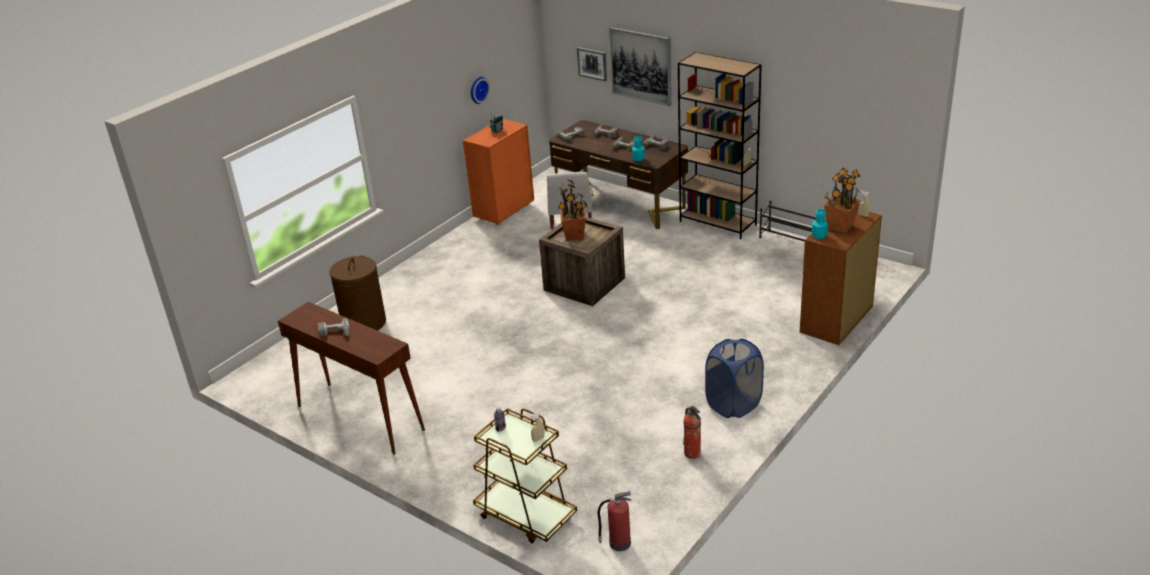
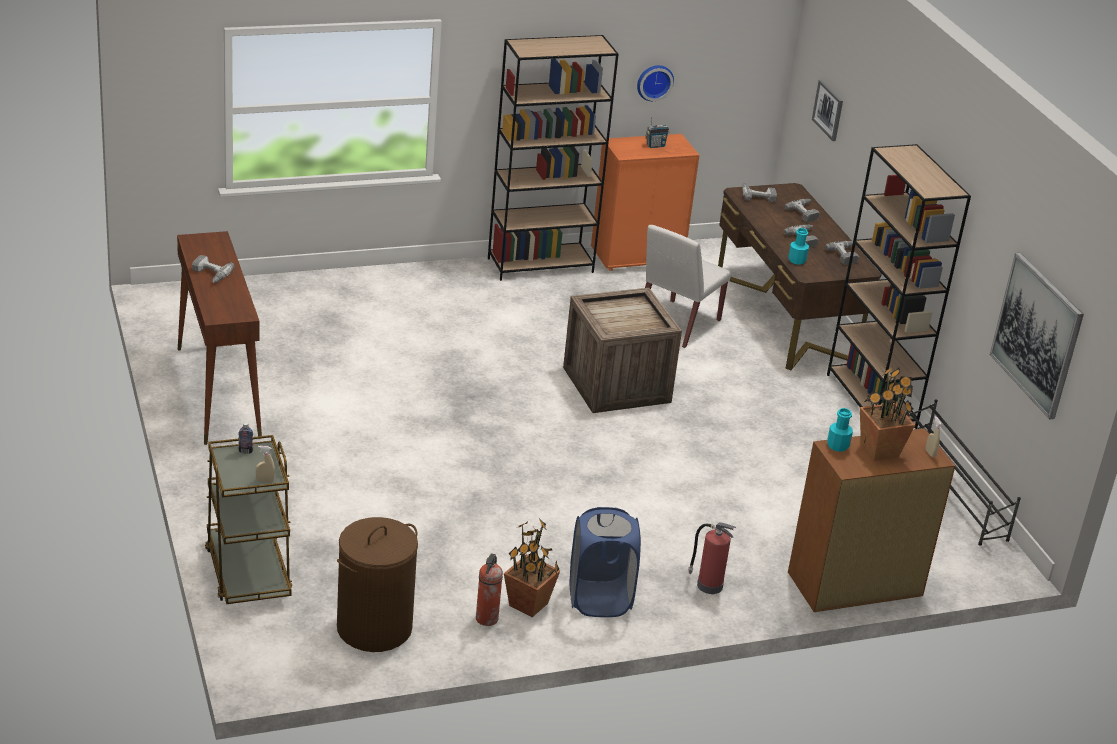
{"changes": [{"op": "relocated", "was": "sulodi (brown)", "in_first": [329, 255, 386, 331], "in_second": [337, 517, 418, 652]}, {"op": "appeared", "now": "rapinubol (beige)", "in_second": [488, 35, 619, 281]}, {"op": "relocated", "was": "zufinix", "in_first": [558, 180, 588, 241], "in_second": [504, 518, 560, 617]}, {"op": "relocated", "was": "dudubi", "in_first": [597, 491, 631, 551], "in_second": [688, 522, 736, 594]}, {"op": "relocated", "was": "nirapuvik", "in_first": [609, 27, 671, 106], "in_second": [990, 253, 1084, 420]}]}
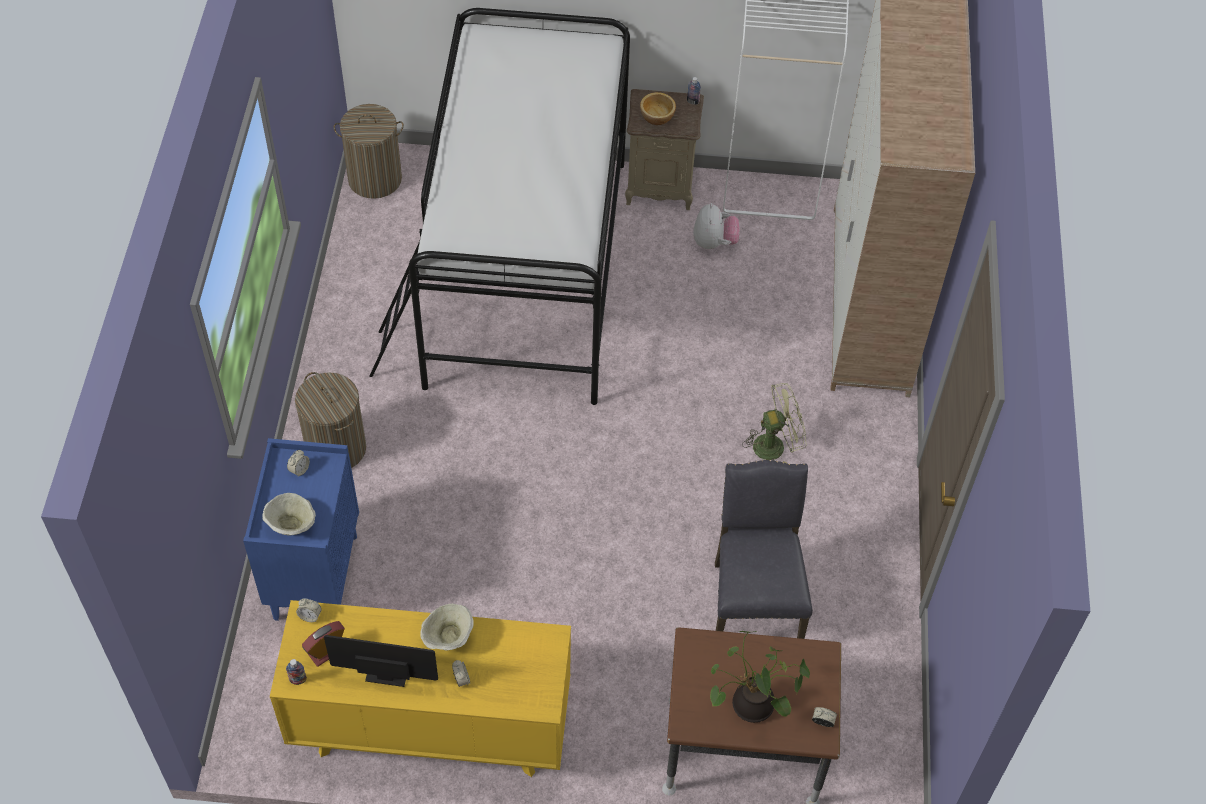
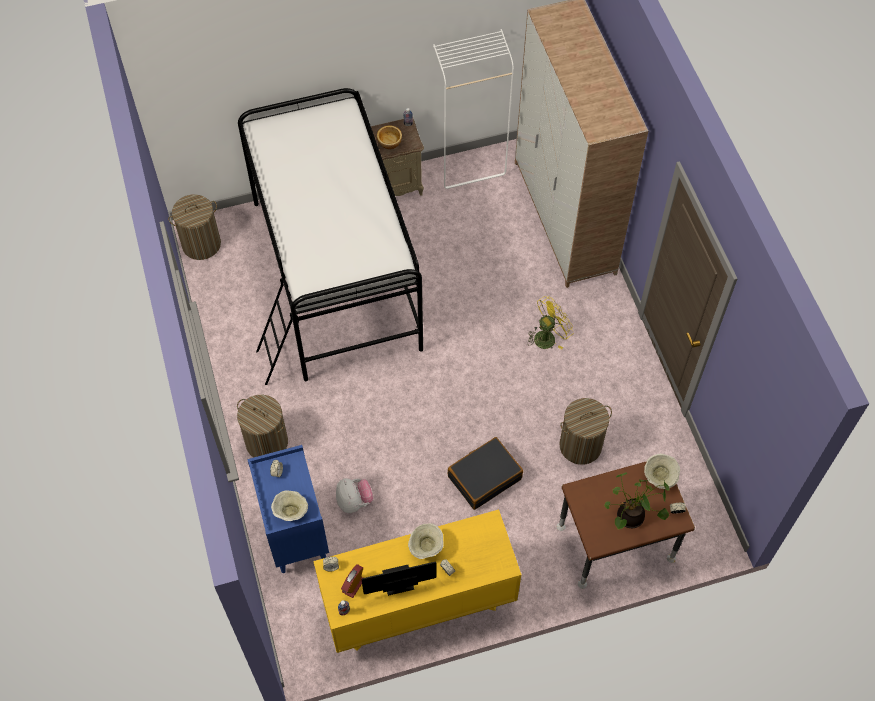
{"changes": [{"op": "relocated", "was": "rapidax", "in_first": [693, 203, 740, 249], "in_second": [336, 478, 374, 513]}, {"op": "appeared", "now": "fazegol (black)", "in_second": [448, 437, 523, 510]}, {"op": "colour", "was": "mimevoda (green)", "now": "mimevoda (yellow)", "in_first": [742, 383, 807, 464], "in_second": [527, 296, 574, 349]}, {"op": "exchanged", "was": "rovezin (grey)", "now": "sulodi", "in_first": [715, 460, 813, 639], "in_second": [560, 398, 612, 465]}, {"op": "appeared", "now": "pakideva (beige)", "in_second": [644, 454, 680, 489]}]}
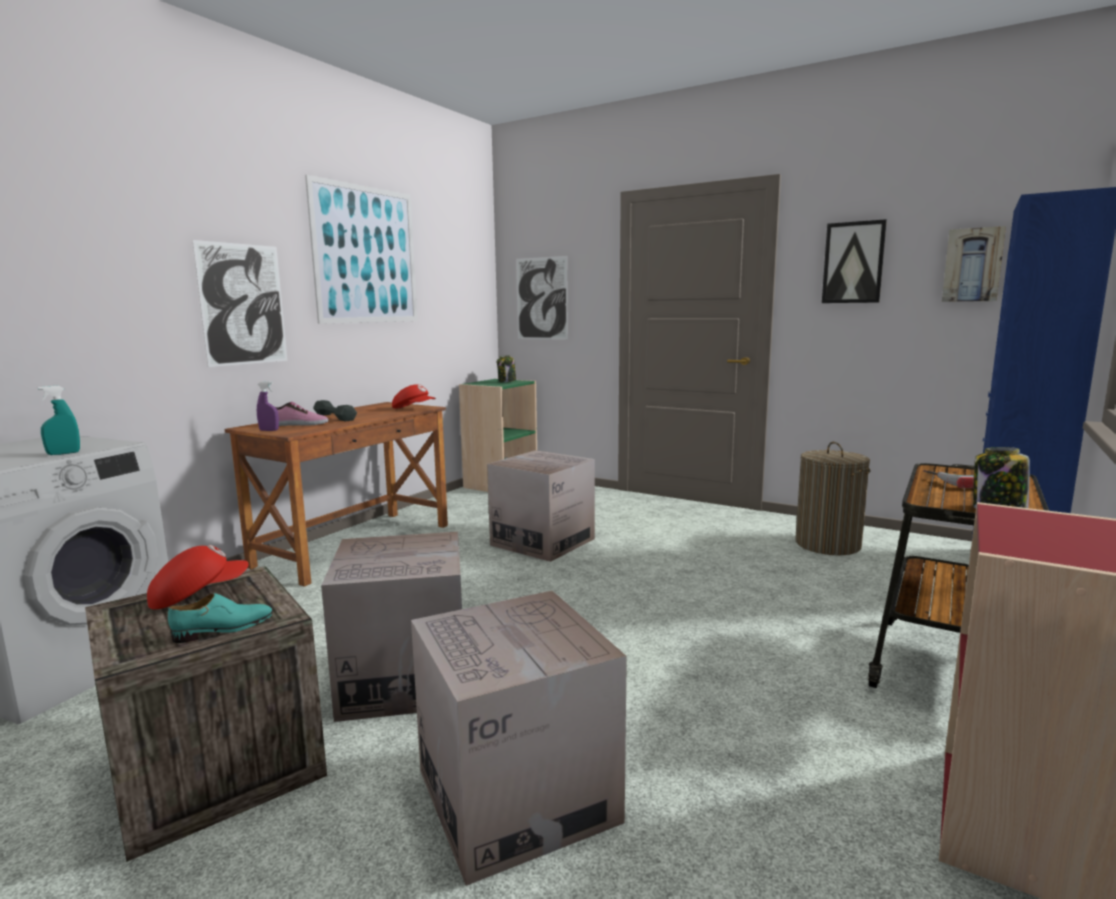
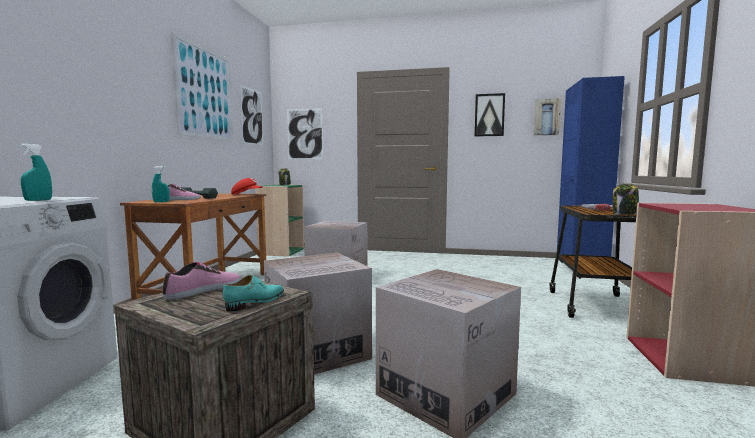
{"changes": [{"op": "colour", "was": "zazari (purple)", "now": "zazari (turquoise)", "in_first": [257, 381, 279, 431], "in_second": [152, 166, 170, 202]}, {"op": "exchanged", "was": "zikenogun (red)", "now": "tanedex", "in_first": [147, 545, 249, 609], "in_second": [162, 262, 241, 300]}, {"op": "relocated", "was": "nirapuvik", "in_first": [192, 240, 287, 367], "in_second": [240, 85, 263, 145]}, {"op": "missing", "was": "sulodi", "in_first": [795, 442, 871, 555]}]}
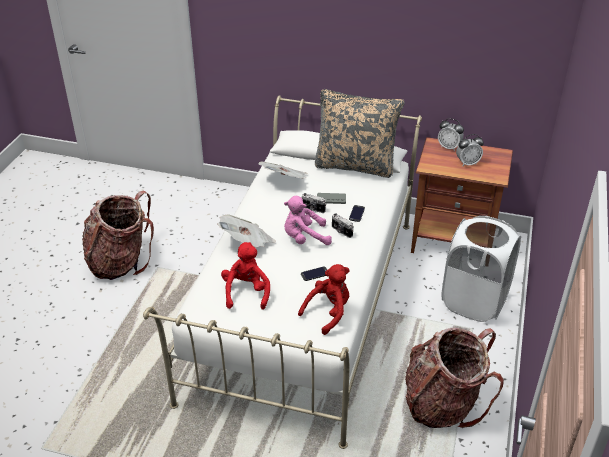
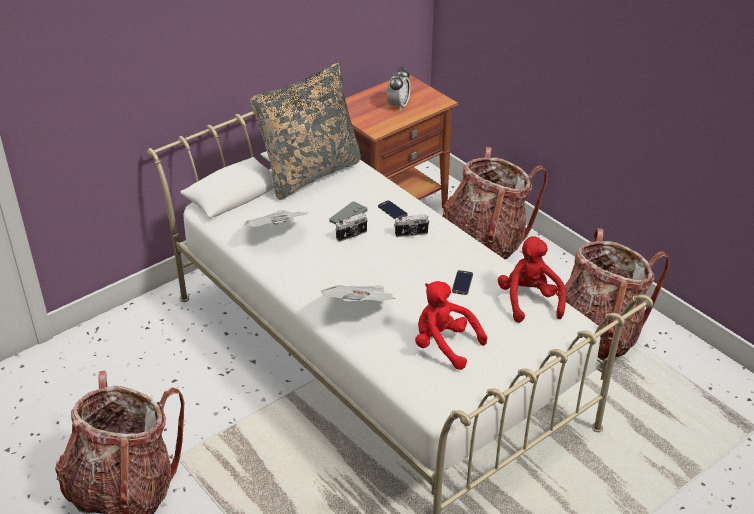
{"changes": [{"op": "exchanged", "was": "sulodi (white)", "now": "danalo", "in_first": [442, 216, 521, 322], "in_second": [442, 147, 548, 259]}, {"op": "missing", "was": "rapidax (pink)", "in_first": [284, 196, 332, 245]}, {"op": "missing", "was": "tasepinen", "in_first": [438, 118, 464, 151]}]}
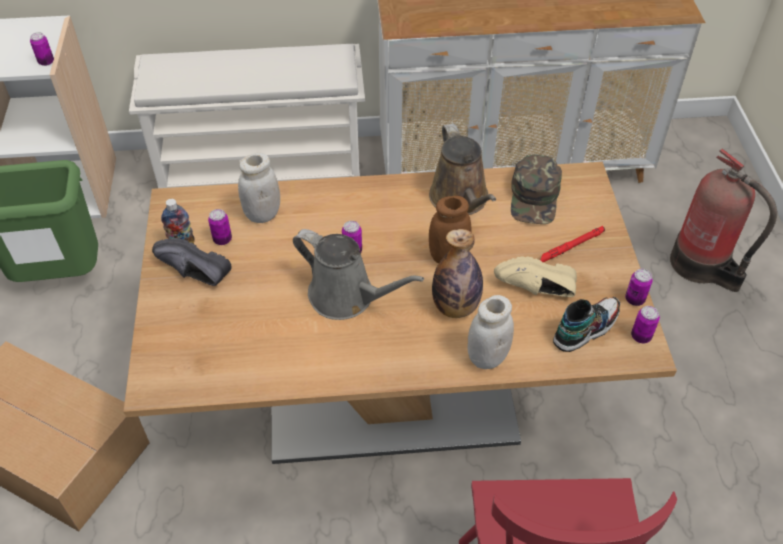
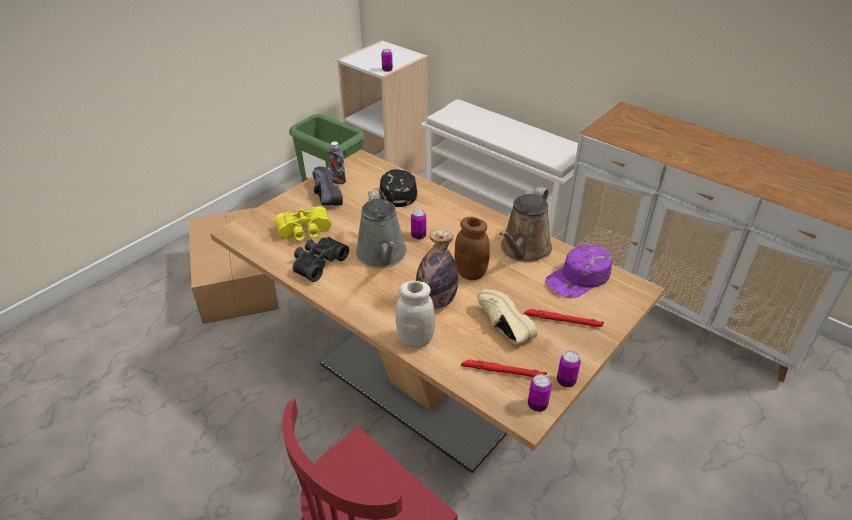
{"changes": [{"op": "appeared", "now": "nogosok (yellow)", "in_second": [275, 206, 331, 241]}, {"op": "appeared", "now": "nogosok (black)", "in_second": [293, 237, 349, 282]}, {"op": "exchanged", "was": "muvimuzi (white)", "now": "zikenogun (black)", "in_first": [238, 153, 280, 223], "in_second": [380, 169, 417, 207]}, {"op": "exchanged", "was": "tanedex", "now": "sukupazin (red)", "in_first": [553, 297, 620, 352], "in_second": [461, 360, 547, 378]}, {"op": "colour", "was": "zikenogun (green)", "now": "zikenogun (purple)", "in_first": [511, 154, 562, 224], "in_second": [545, 245, 613, 298]}, {"op": "missing", "was": "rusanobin", "in_first": [208, 209, 232, 245]}, {"op": "missing", "was": "dudubi", "in_first": [670, 149, 777, 292]}]}
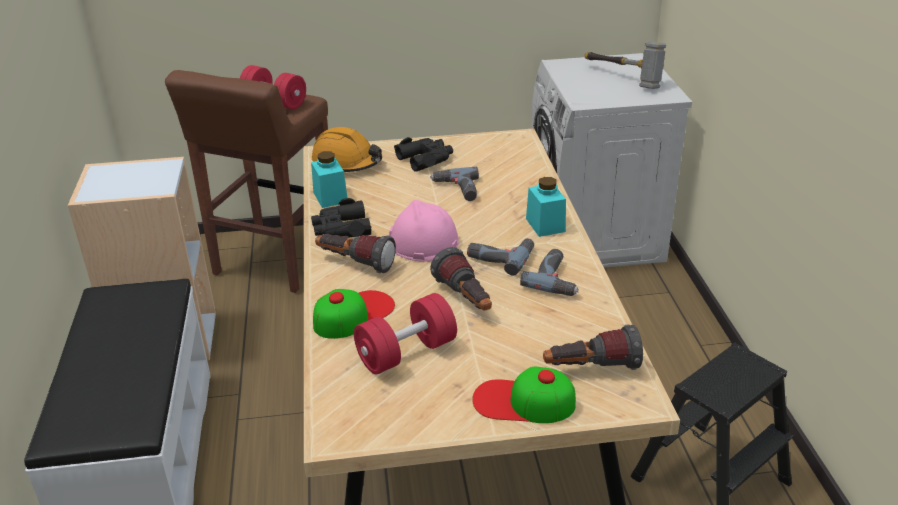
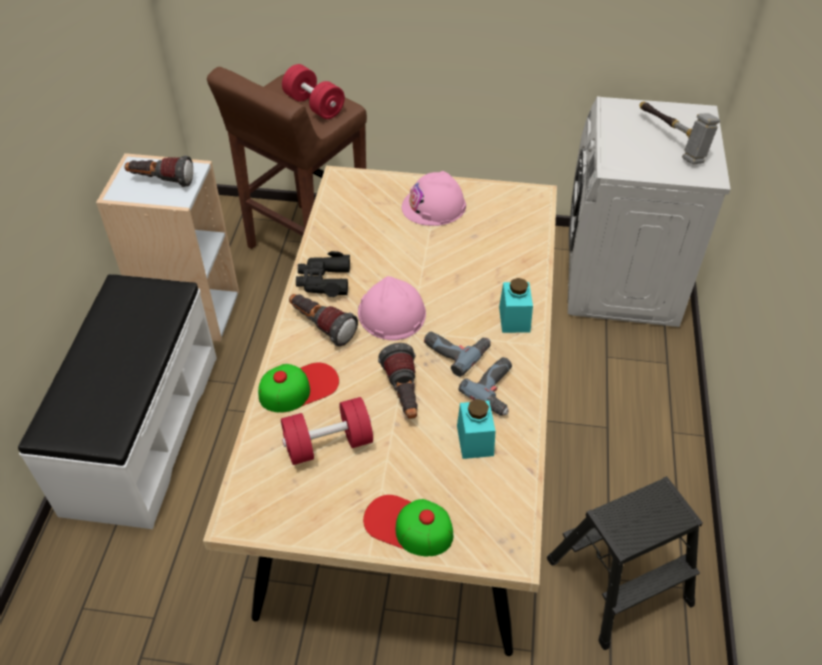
{"changes": [{"op": "relocated", "was": "sukupazin", "in_first": [543, 324, 643, 370], "in_second": [124, 155, 193, 187]}, {"op": "exchanged", "was": "nogosok (black)", "now": "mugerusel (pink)", "in_first": [394, 137, 453, 172], "in_second": [402, 171, 466, 226]}, {"op": "relocated", "was": "muvimuzi (turquoise)", "in_first": [311, 151, 347, 208], "in_second": [457, 399, 495, 459]}, {"op": "missing", "was": "mugerusel (orange)", "in_first": [312, 127, 382, 172]}, {"op": "missing", "was": "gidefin", "in_first": [430, 167, 479, 201]}]}
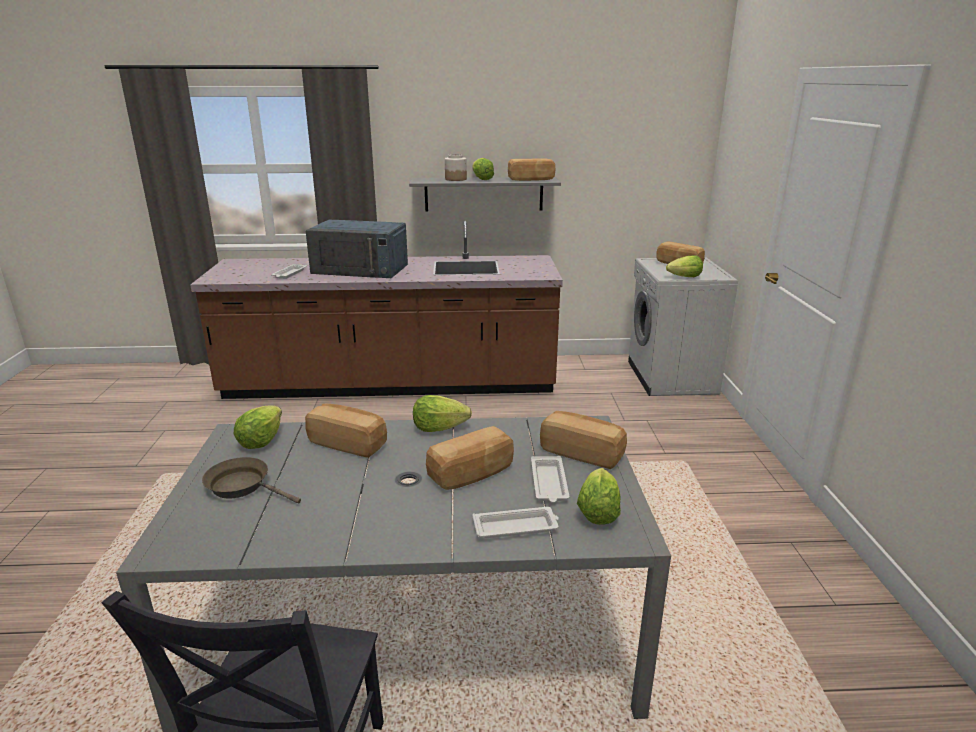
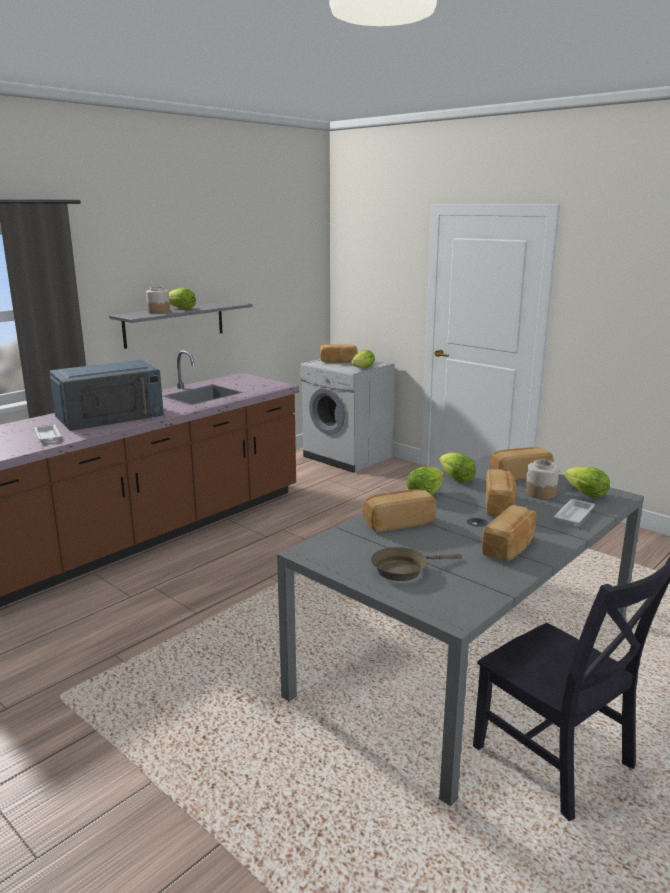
{"changes": [{"op": "relocated", "was": "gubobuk", "in_first": [234, 406, 282, 449], "in_second": [439, 453, 476, 482]}, {"op": "relocated", "was": "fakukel", "in_first": [508, 158, 555, 181], "in_second": [482, 505, 536, 561]}, {"op": "exchanged", "was": "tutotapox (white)", "now": "muvimuzi", "in_first": [531, 456, 569, 503], "in_second": [525, 459, 559, 499]}]}
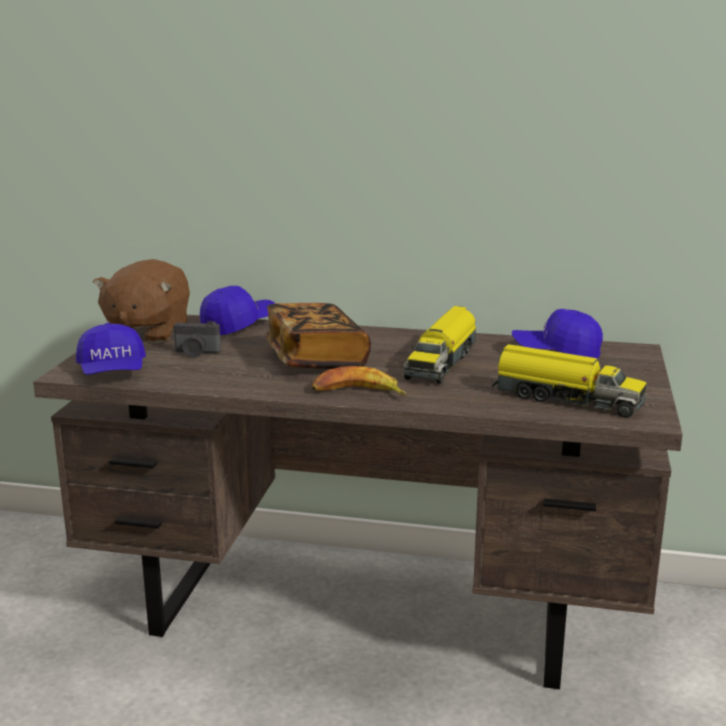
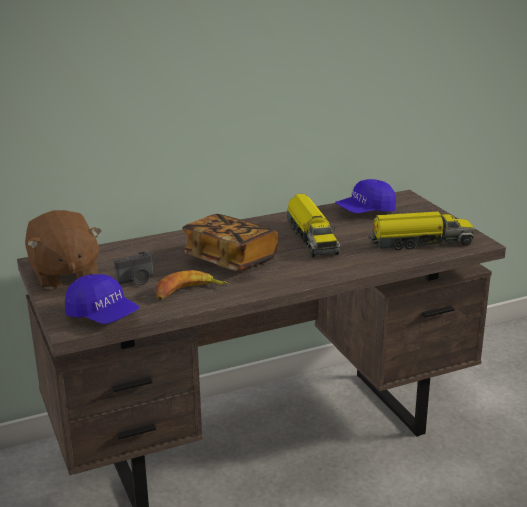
{"changes": [{"op": "relocated", "was": "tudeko", "in_first": [312, 366, 407, 396], "in_second": [154, 270, 229, 300]}, {"op": "missing", "was": "zikenogun (blue)", "in_first": [200, 286, 275, 336]}]}
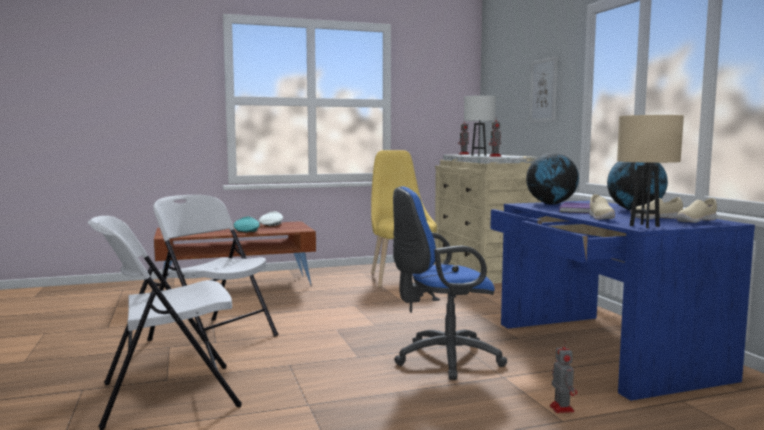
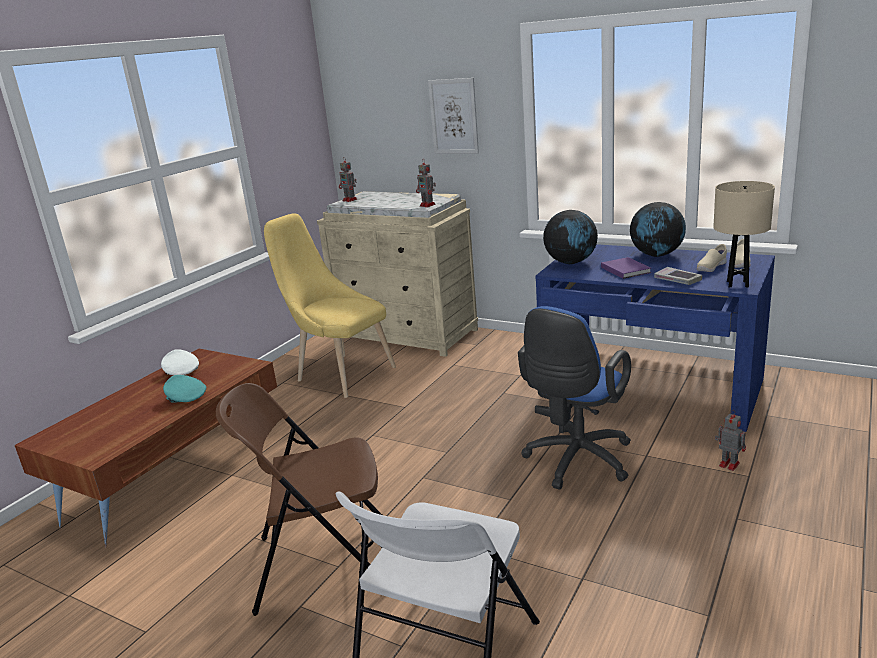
{"changes": [{"op": "colour", "was": "rovezin (white)", "now": "rovezin (brown)", "in_first": [147, 195, 278, 360], "in_second": [216, 383, 382, 616]}, {"op": "exchanged", "was": "tanedex (beige)", "now": "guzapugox", "in_first": [589, 194, 615, 220], "in_second": [654, 267, 702, 285]}, {"op": "missing", "was": "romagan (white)", "in_first": [464, 95, 496, 156]}]}
